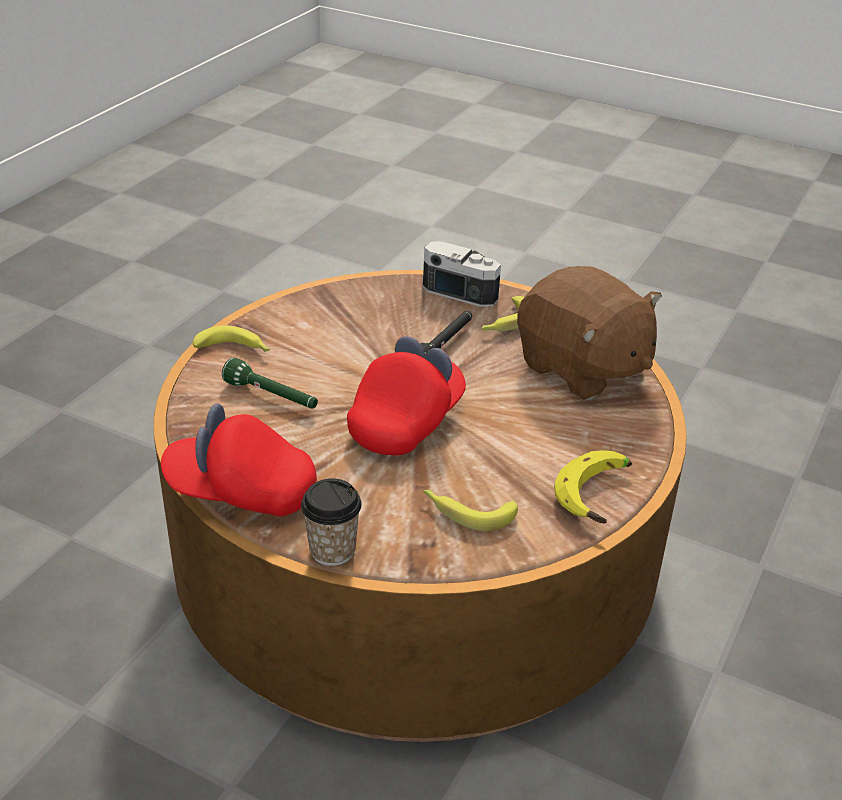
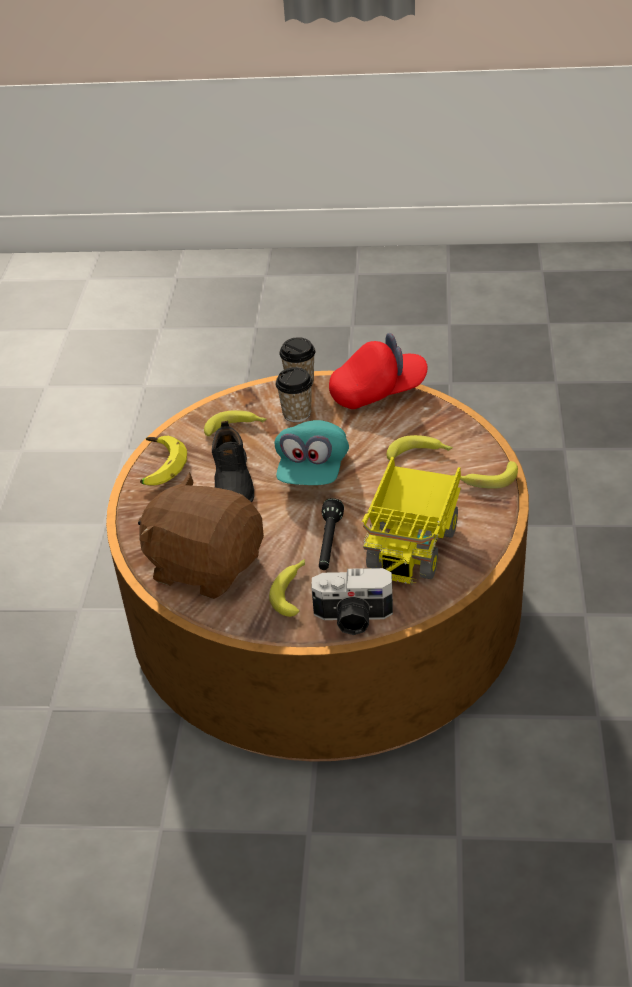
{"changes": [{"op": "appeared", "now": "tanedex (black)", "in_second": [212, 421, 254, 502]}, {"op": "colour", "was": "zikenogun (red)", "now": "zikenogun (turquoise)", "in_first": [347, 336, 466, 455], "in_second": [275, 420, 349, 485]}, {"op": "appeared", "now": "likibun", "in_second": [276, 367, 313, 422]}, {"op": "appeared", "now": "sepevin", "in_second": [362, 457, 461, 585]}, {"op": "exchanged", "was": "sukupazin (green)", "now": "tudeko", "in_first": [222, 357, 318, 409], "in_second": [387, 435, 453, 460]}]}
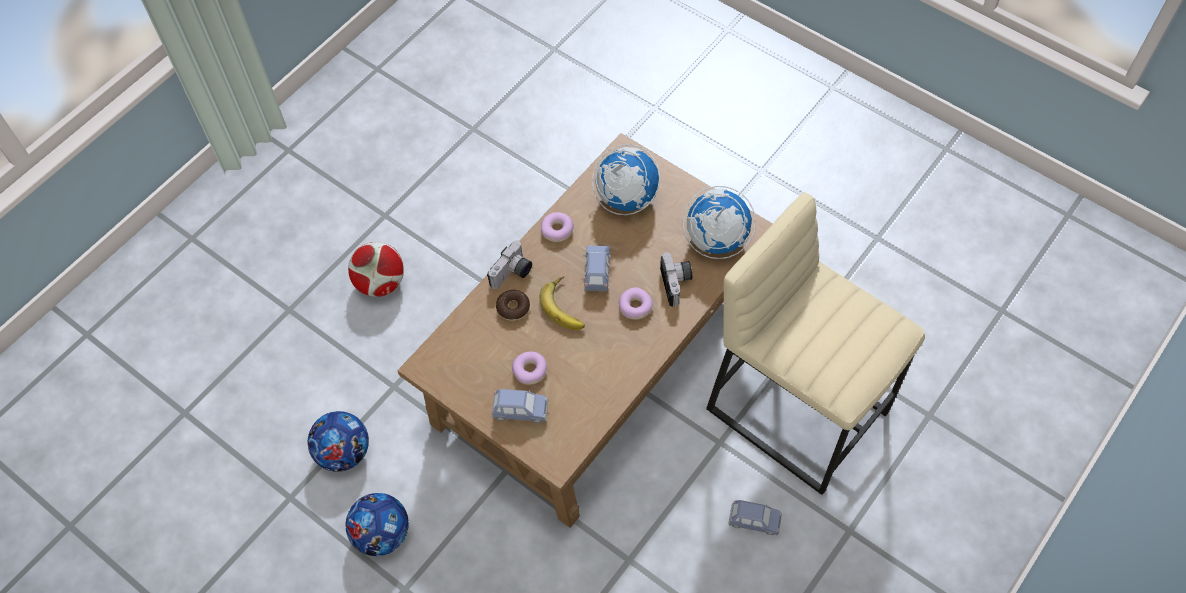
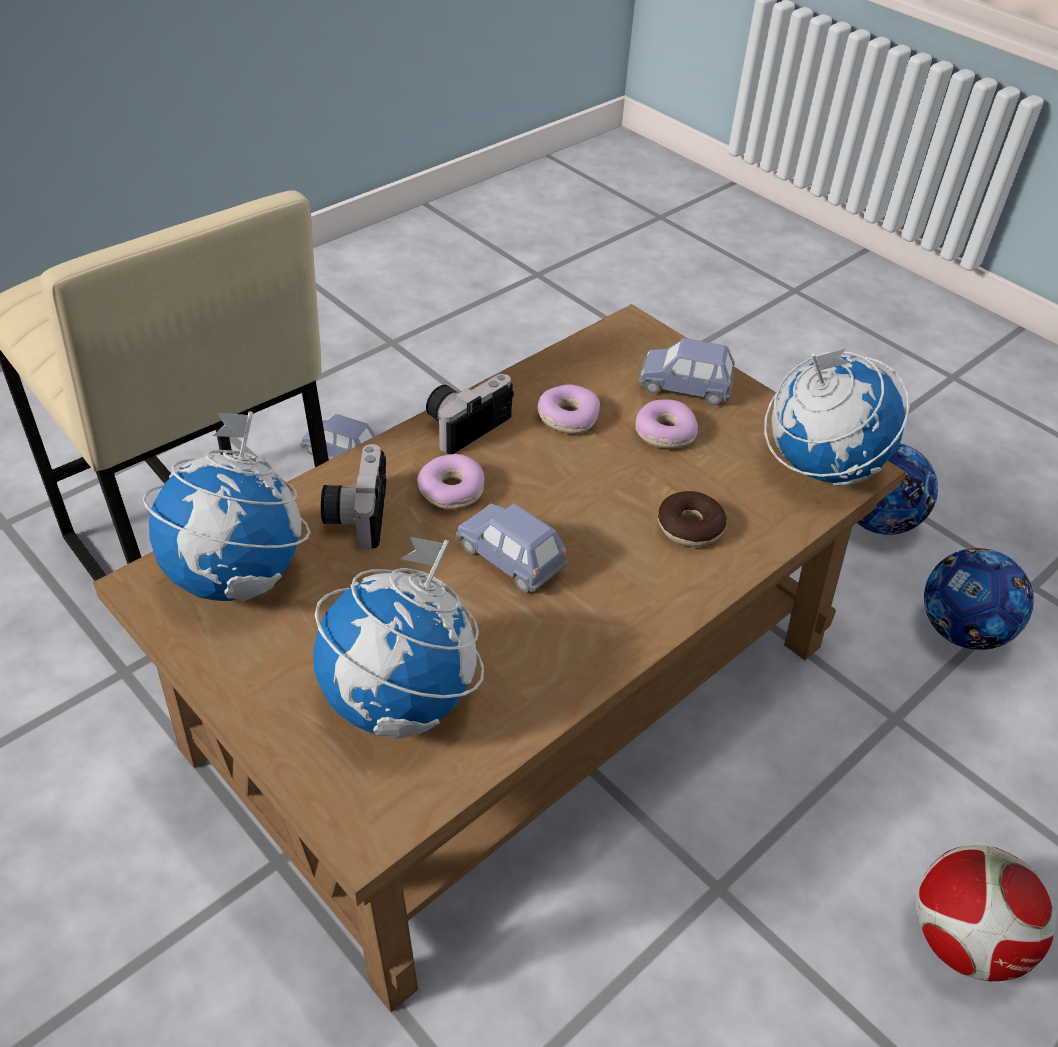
{"changes": [{"op": "relocated", "was": "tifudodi", "in_first": [487, 240, 532, 289], "in_second": [426, 374, 514, 454]}, {"op": "spun", "was": "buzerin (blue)", "in_first": [583, 245, 612, 292], "in_second": [456, 504, 567, 593], "clockwise": 120}, {"op": "relocated", "was": "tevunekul", "in_first": [541, 212, 574, 242], "in_second": [538, 385, 600, 434]}, {"op": "appeared", "now": "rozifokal", "in_second": [764, 348, 910, 486]}, {"op": "missing", "was": "tudeko", "in_first": [540, 276, 585, 330]}]}
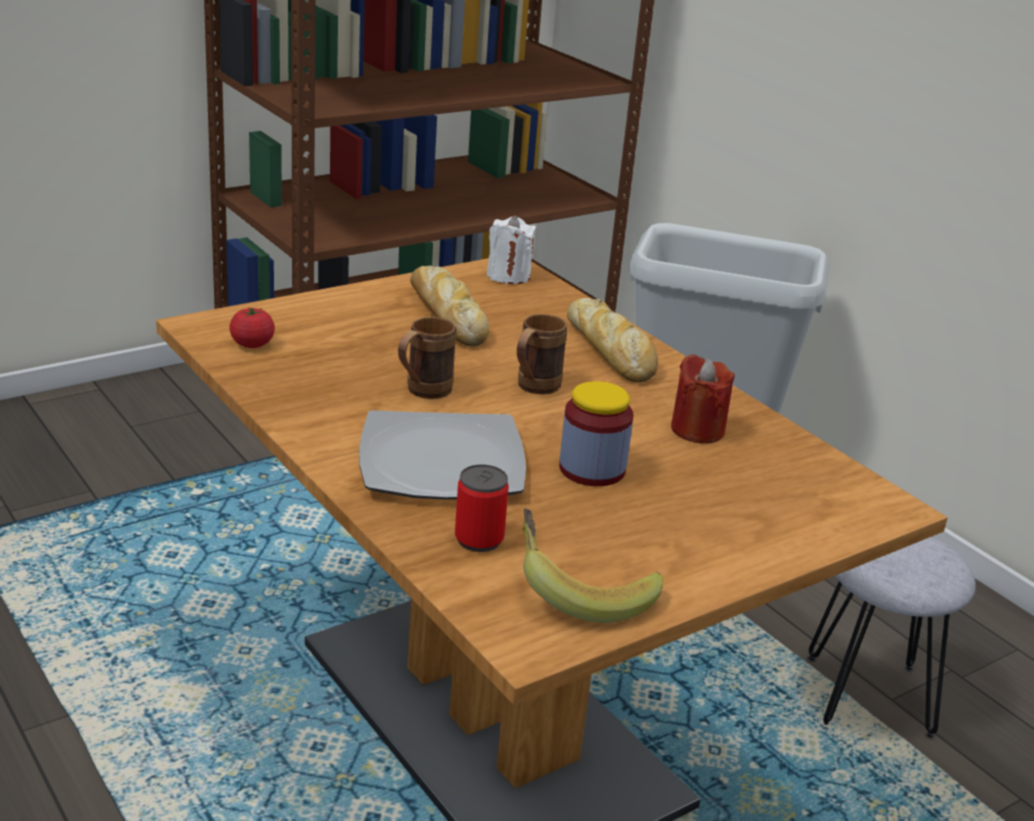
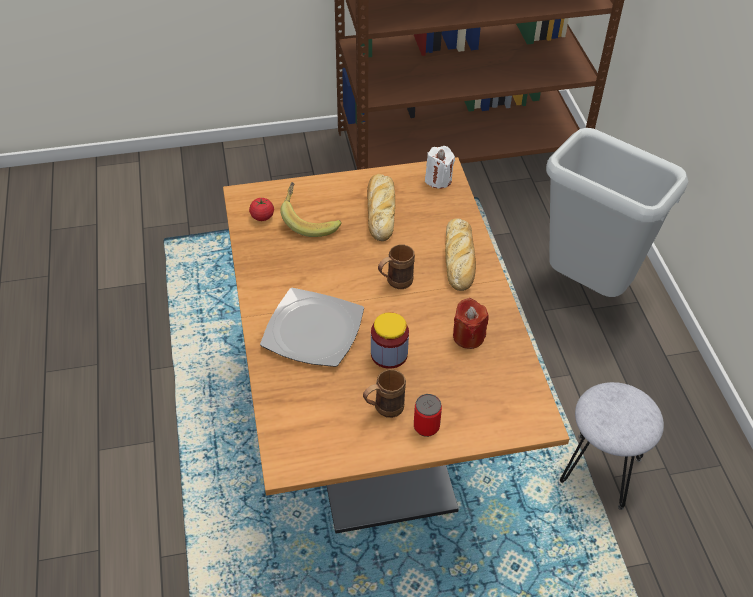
{"changes": [{"op": "relocated", "was": "tudeko", "in_first": [522, 509, 663, 623], "in_second": [280, 182, 342, 237]}, {"op": "relocated", "was": "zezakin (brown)", "in_first": [398, 317, 457, 399], "in_second": [363, 369, 406, 418]}, {"op": "relocated", "was": "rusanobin", "in_first": [455, 465, 509, 552], "in_second": [414, 394, 442, 437]}]}
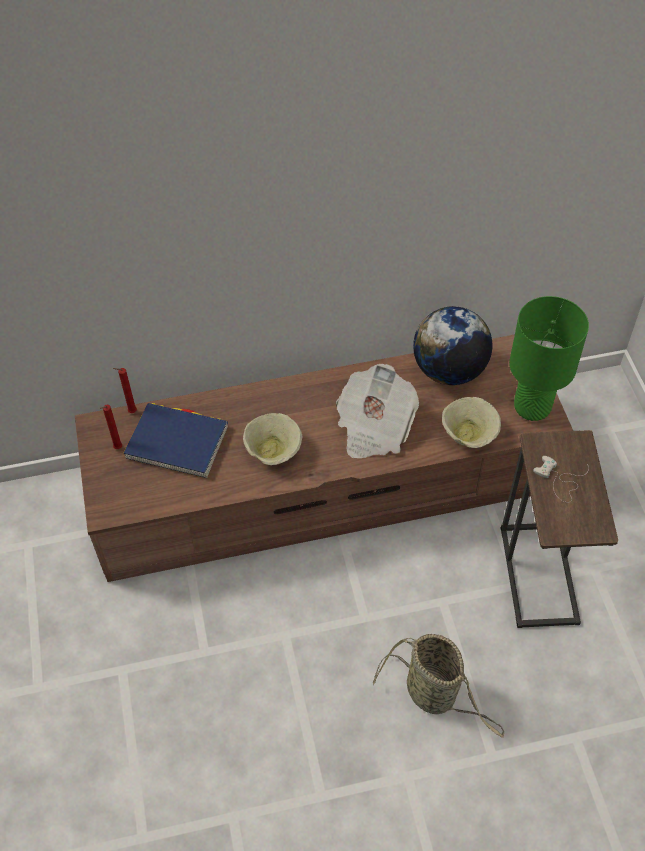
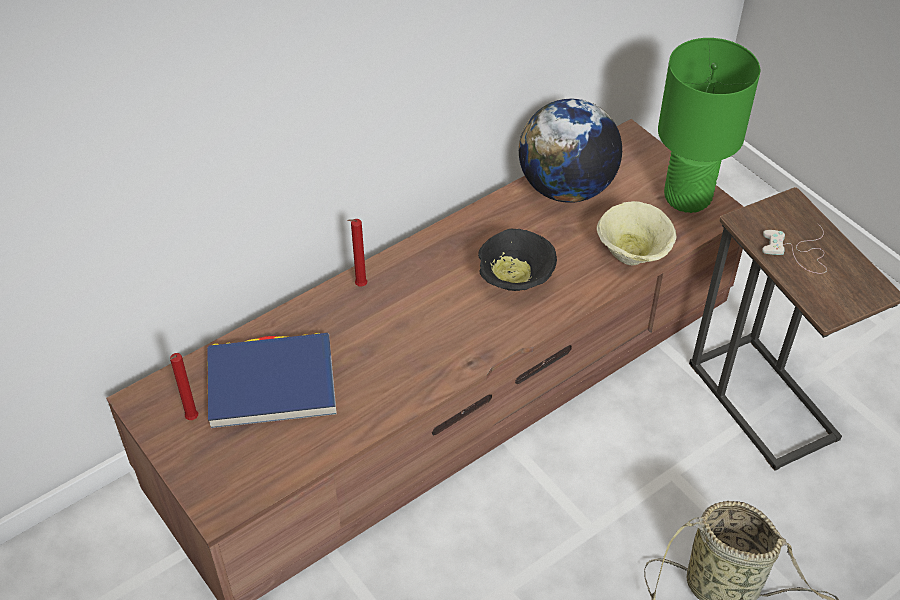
{"changes": [{"op": "relocated", "was": "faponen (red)", "in_first": [113, 368, 137, 413], "in_second": [347, 219, 367, 287]}, {"op": "exchanged", "was": "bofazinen", "now": "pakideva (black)", "in_first": [336, 364, 419, 458], "in_second": [478, 229, 557, 291]}, {"op": "missing", "was": "pakideva (beige)", "in_first": [243, 413, 302, 465]}]}
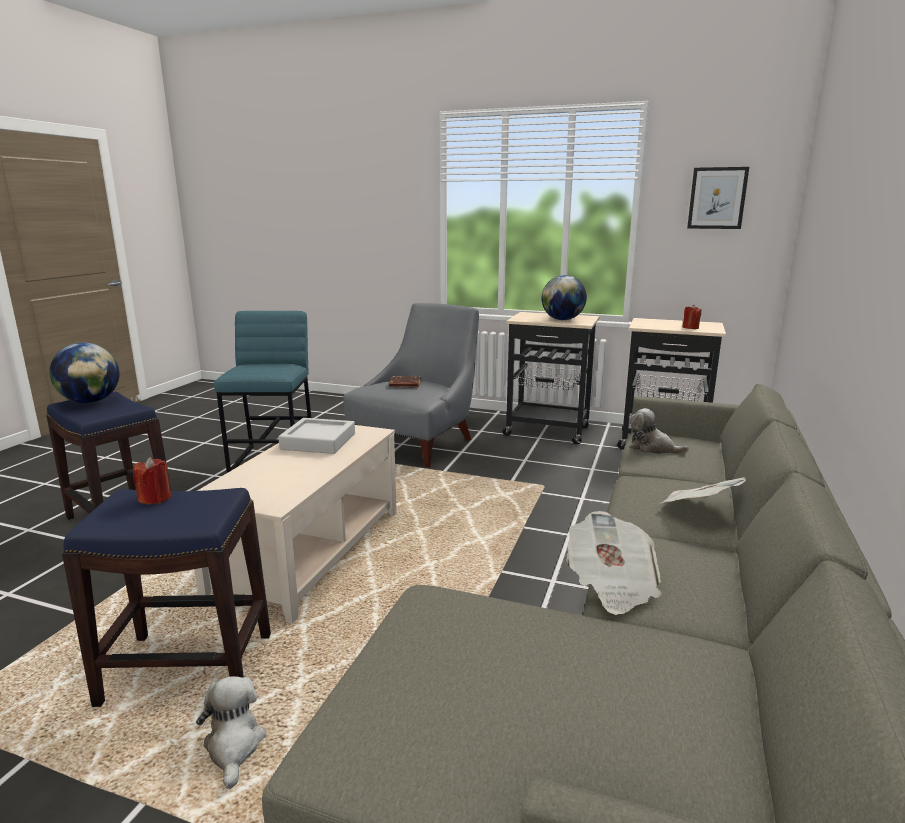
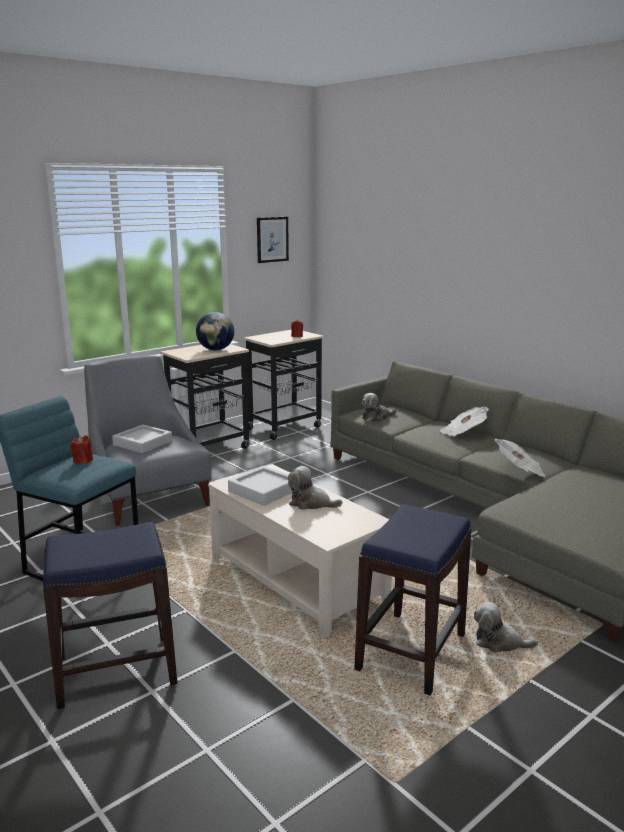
{"changes": [{"op": "relocated", "was": "faponen (red)", "in_first": [133, 457, 171, 504], "in_second": [70, 435, 93, 465]}, {"op": "exchanged", "was": "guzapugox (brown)", "now": "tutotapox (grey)", "in_first": [389, 376, 421, 388], "in_second": [112, 425, 172, 453]}, {"op": "appeared", "now": "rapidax", "in_second": [288, 466, 343, 510]}, {"op": "missing", "was": "rozifokal", "in_first": [49, 343, 120, 403]}]}
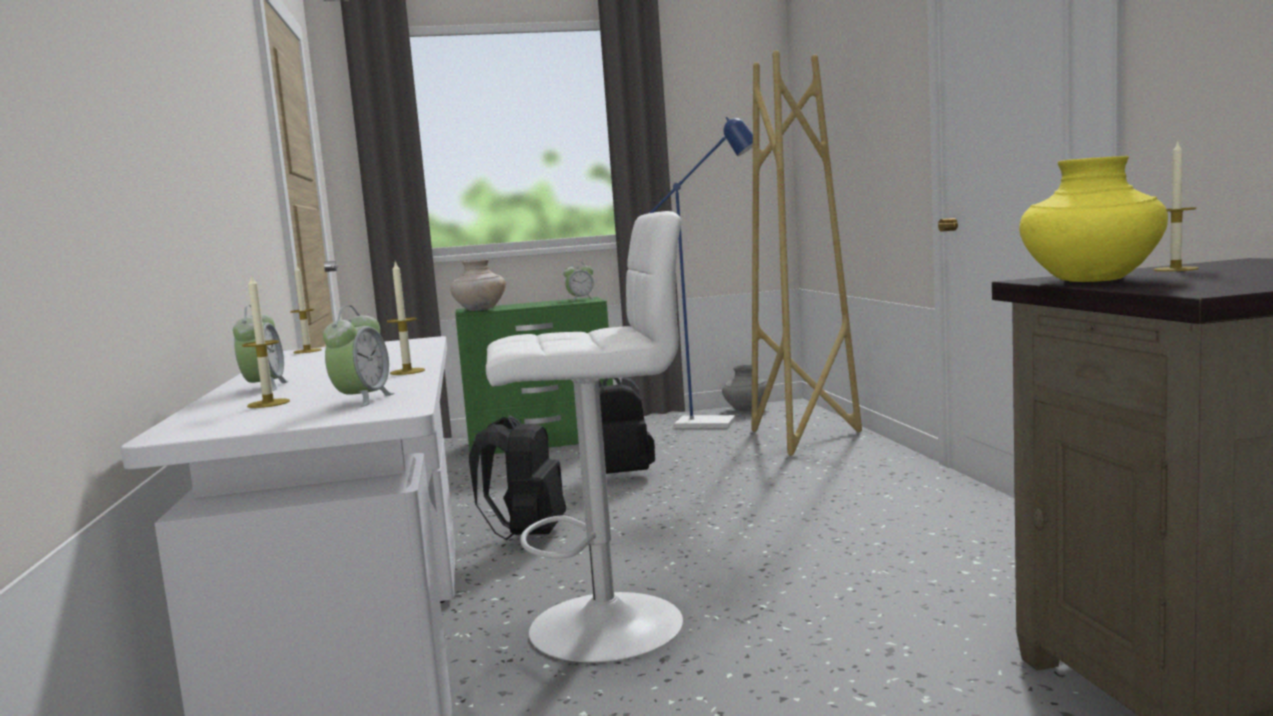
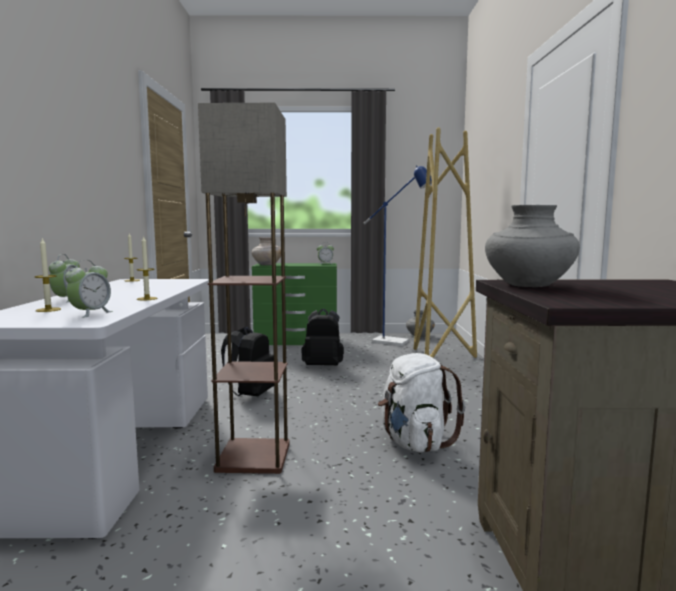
{"changes": [{"op": "exchanged", "was": "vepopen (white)", "now": "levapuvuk", "in_first": [486, 211, 683, 662], "in_second": [198, 103, 290, 474]}, {"op": "appeared", "now": "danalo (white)", "in_second": [378, 353, 465, 453]}, {"op": "colour", "was": "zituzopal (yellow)", "now": "zituzopal (grey)", "in_first": [1019, 156, 1168, 282], "in_second": [485, 205, 580, 287]}, {"op": "missing", "was": "faponen", "in_first": [1154, 142, 1199, 271]}]}
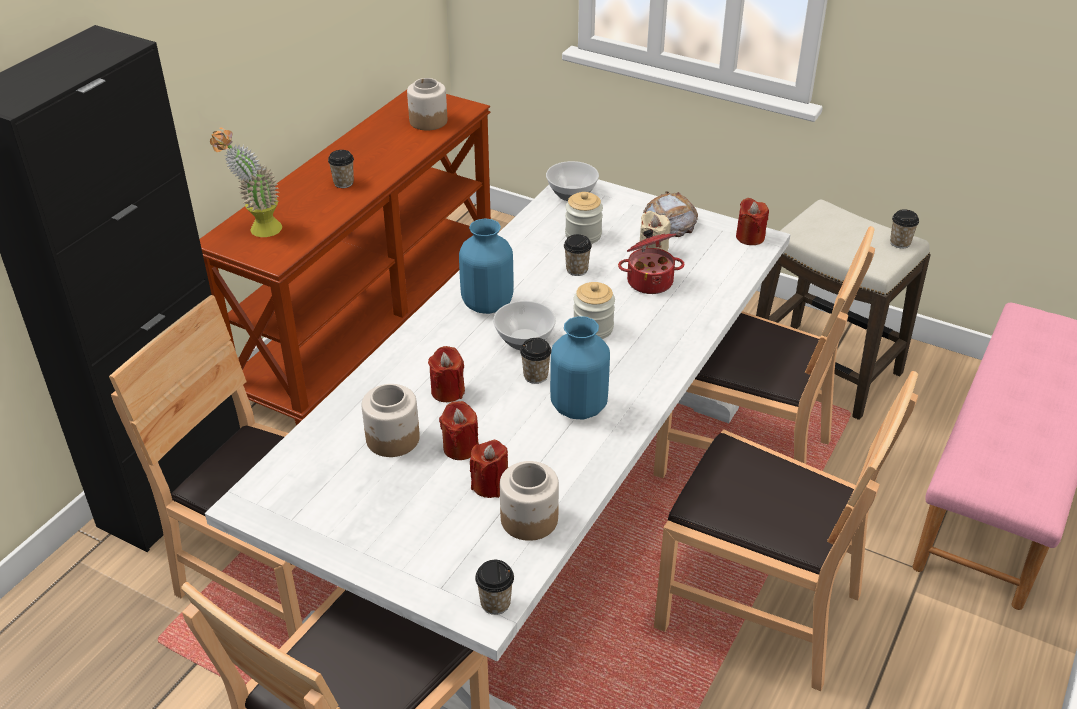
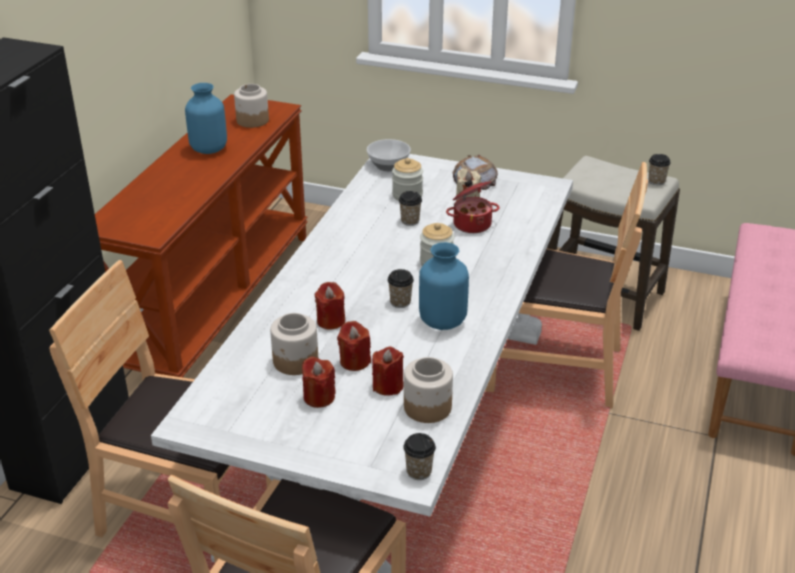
{"changes": [{"op": "relocated", "was": "zituzopal (blue)", "in_first": [459, 219, 514, 314], "in_second": [185, 83, 227, 154]}, {"op": "relocated", "was": "faponen (red)", "in_first": [736, 198, 769, 245], "in_second": [302, 356, 336, 408]}, {"op": "missing", "was": "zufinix", "in_first": [210, 127, 282, 237]}, {"op": "missing", "was": "likibun", "in_first": [328, 150, 354, 188]}, {"op": "missing", "was": "pakideva", "in_first": [493, 301, 556, 350]}, {"op": "missing", "was": "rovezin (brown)", "in_first": [654, 371, 918, 691]}]}
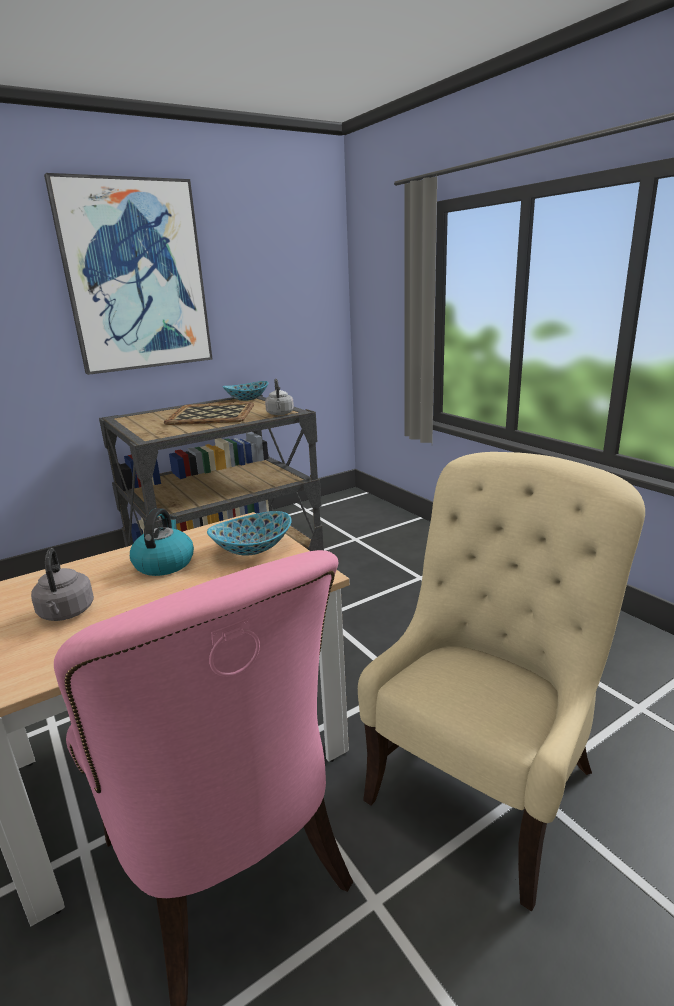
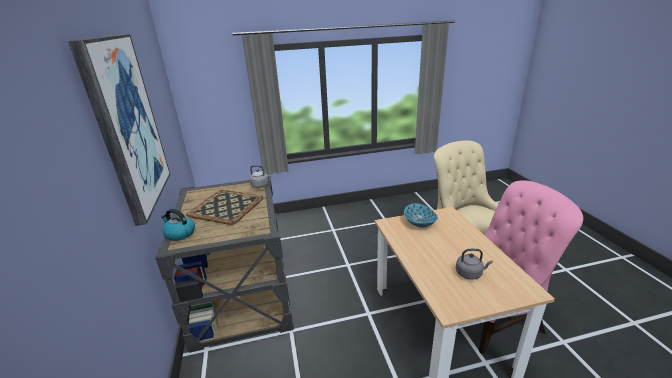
{"changes": [{"op": "relocated", "was": "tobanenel", "in_first": [130, 508, 194, 576], "in_second": [161, 209, 195, 241]}, {"op": "missing", "was": "pakideva", "in_first": [223, 381, 268, 401]}]}
